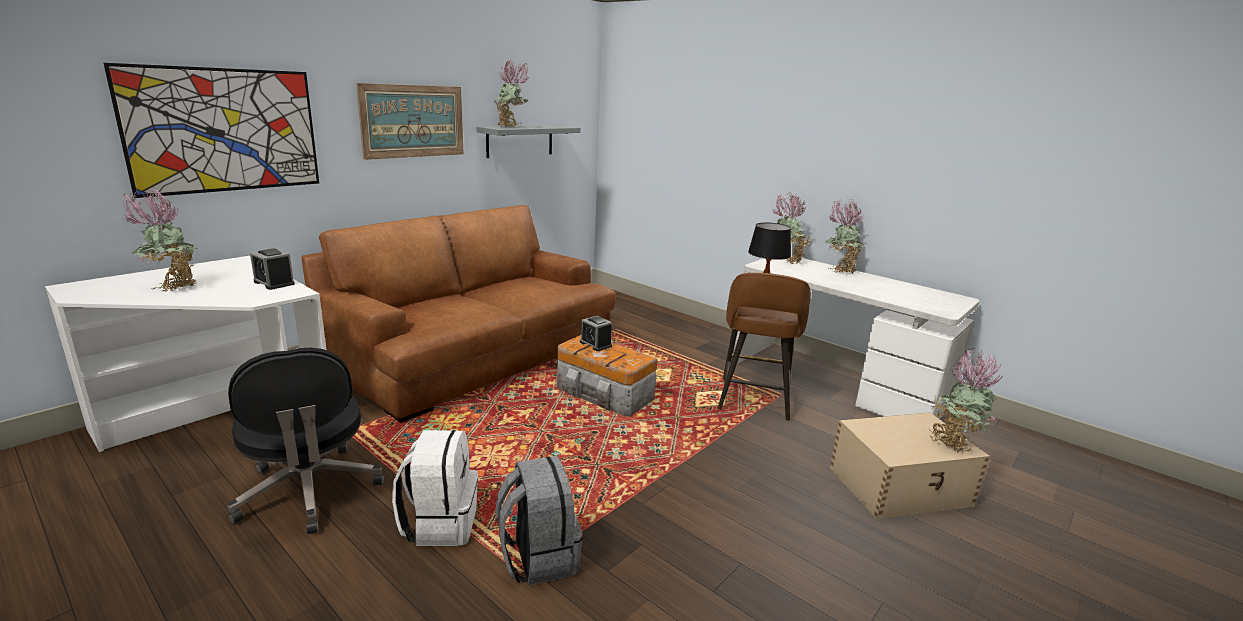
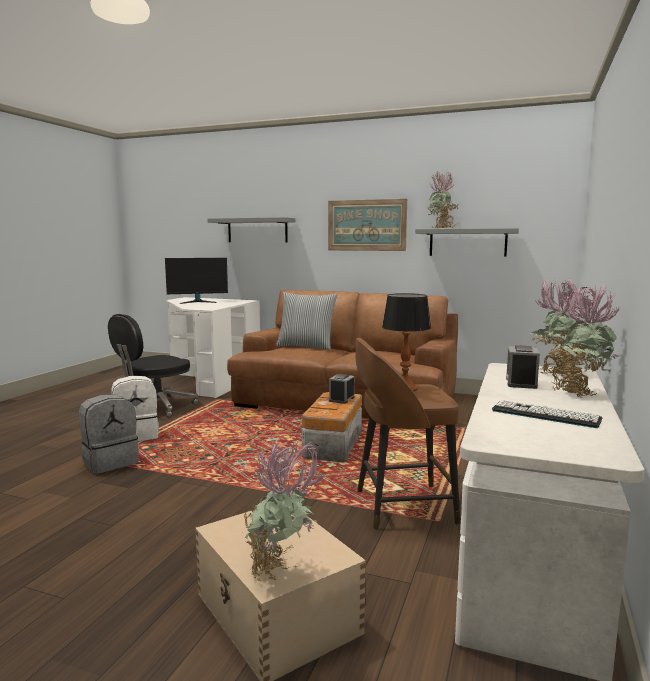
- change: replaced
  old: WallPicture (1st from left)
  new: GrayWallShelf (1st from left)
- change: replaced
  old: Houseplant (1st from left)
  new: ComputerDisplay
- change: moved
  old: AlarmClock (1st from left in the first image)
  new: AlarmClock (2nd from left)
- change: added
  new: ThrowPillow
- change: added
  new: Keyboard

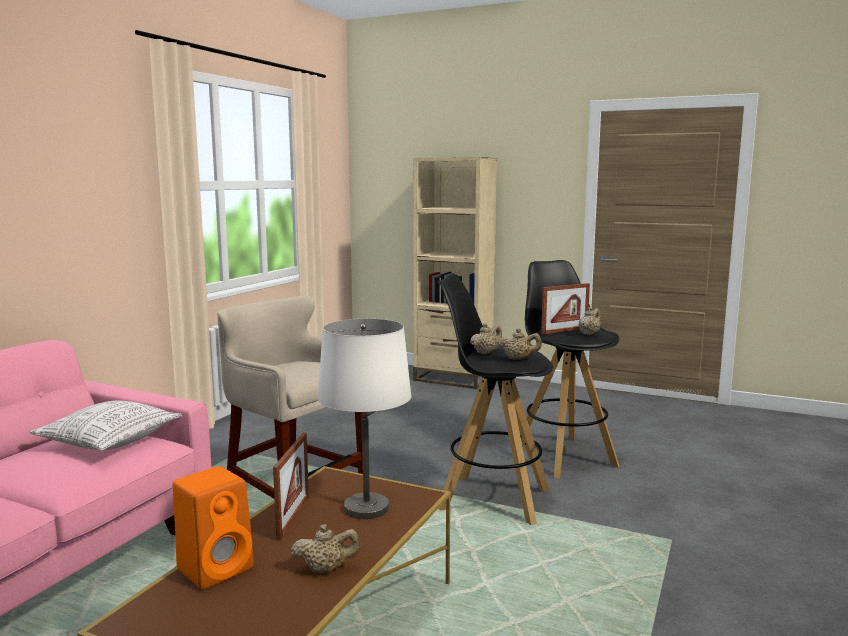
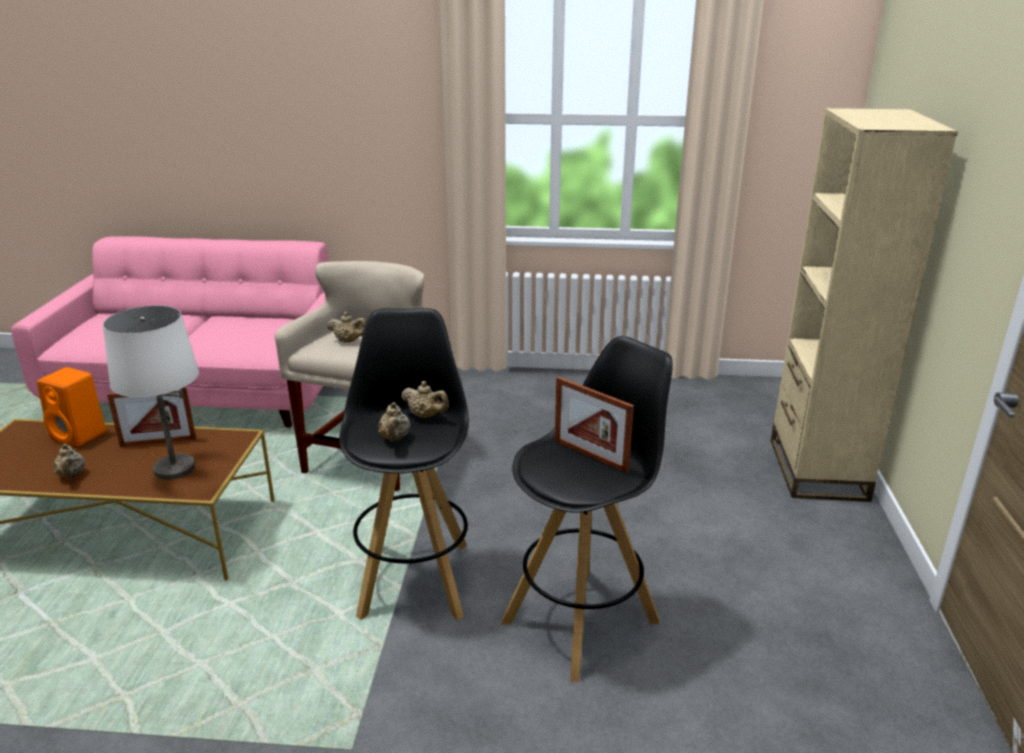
- change: moved
  old: BeigeColouredTeapot (4th from left in the first image)
  new: BeigeColouredTeapot (2nd from left)
- change: removed
  old: ThrowPillow

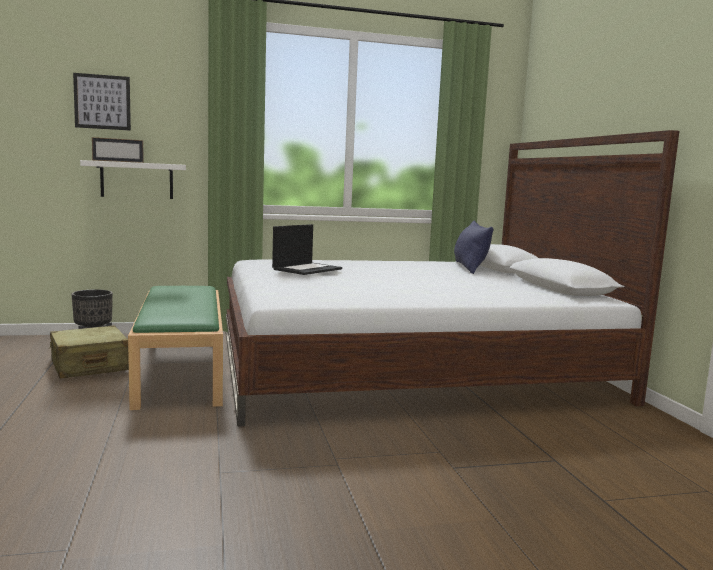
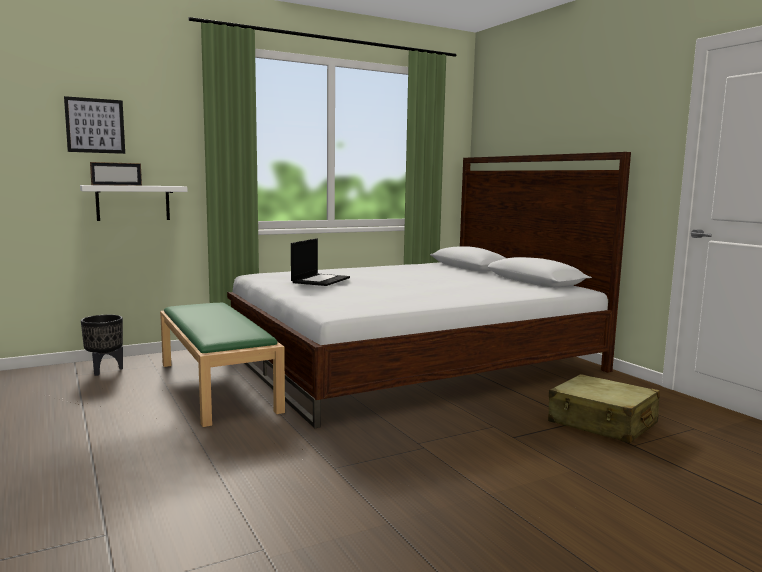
- change: removed
  old: BlueThrowPillow
- change: moved
  old: BeigeColouredTravelCase

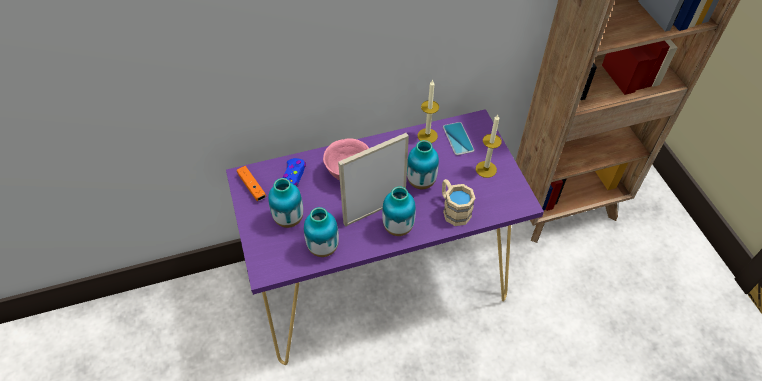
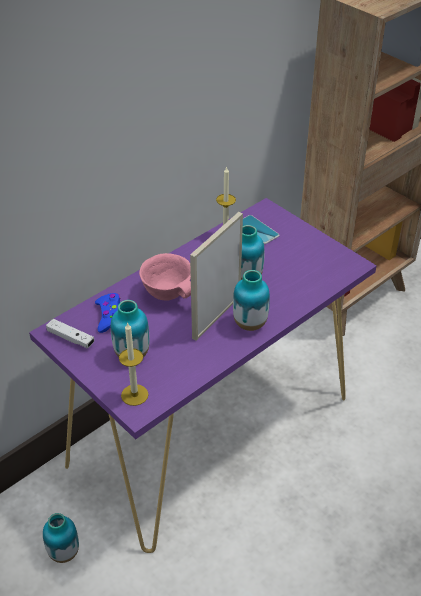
- change: moved
  old: WaxLight (2nd from left in the first image)
  new: WaxLight (1st from left)
- change: recoloured
  old: OrangeyGamepad
  new: WhiteGamepad
- change: removed
  old: BeigeColouredCoffeeMug
- change: moved
  old: Vase (2nd from left in the first image)
  new: Vase (1st from left)

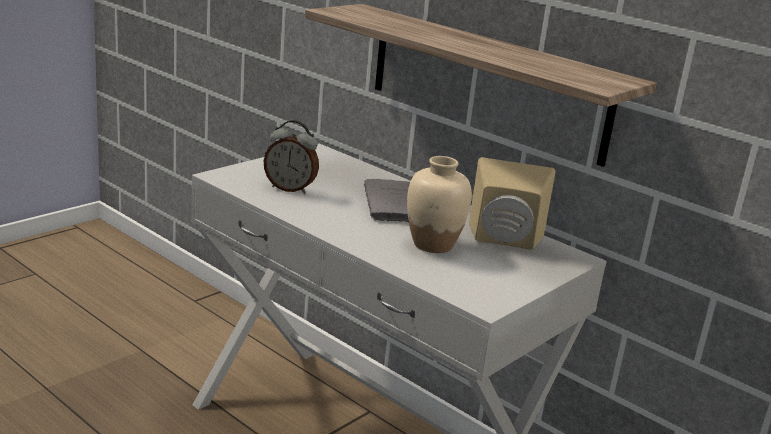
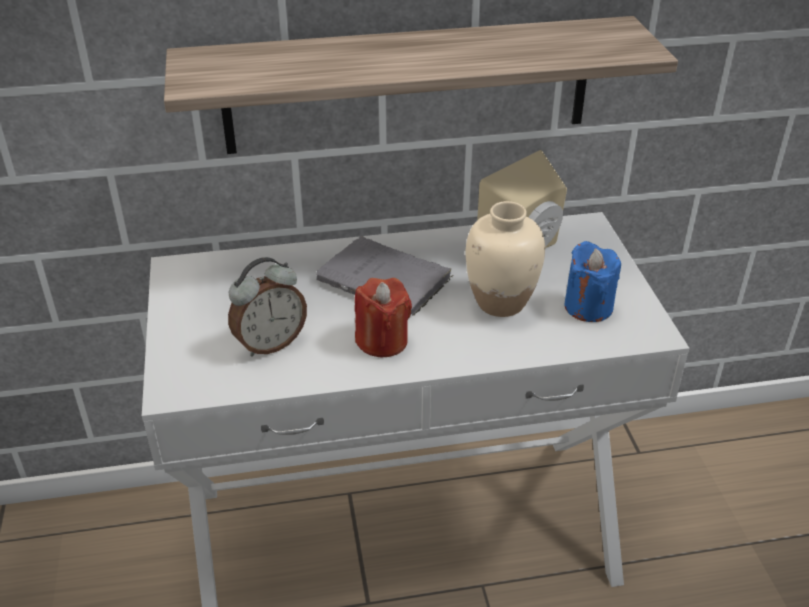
- change: added
  new: BlueWaxLight
- change: added
  new: ReddishWaxLight

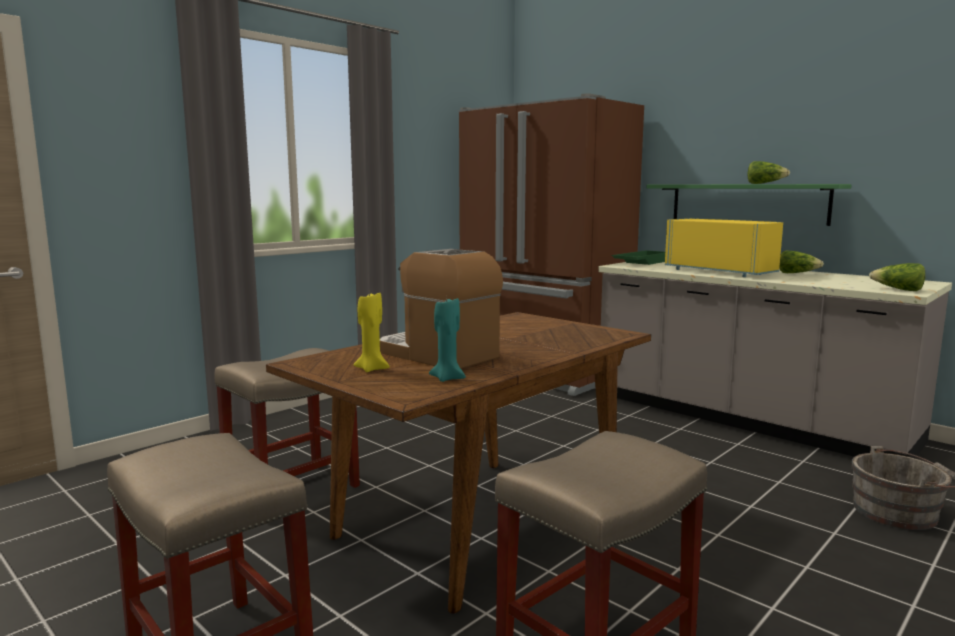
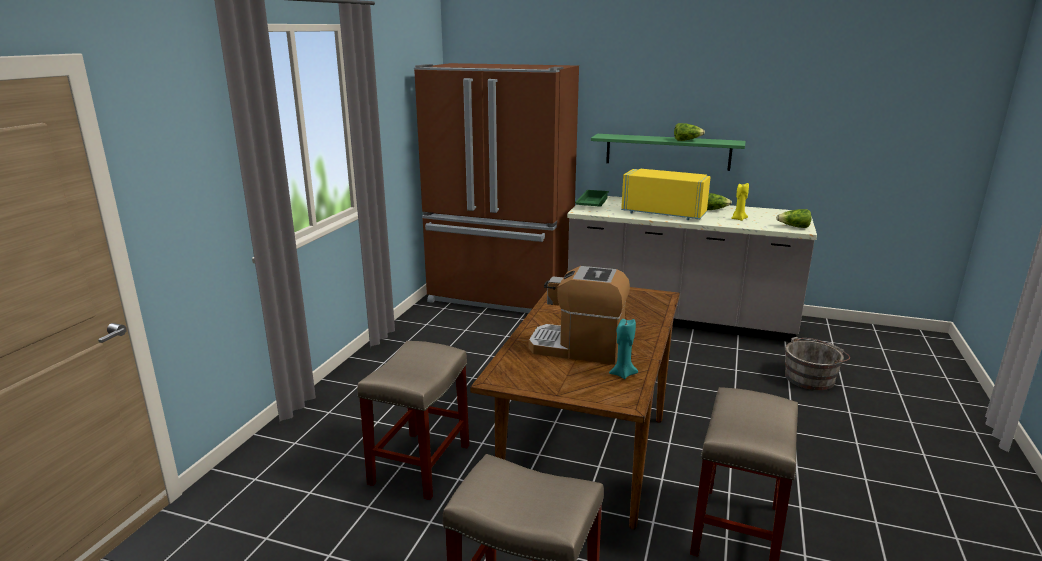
- change: moved
  old: YellowWaxLight

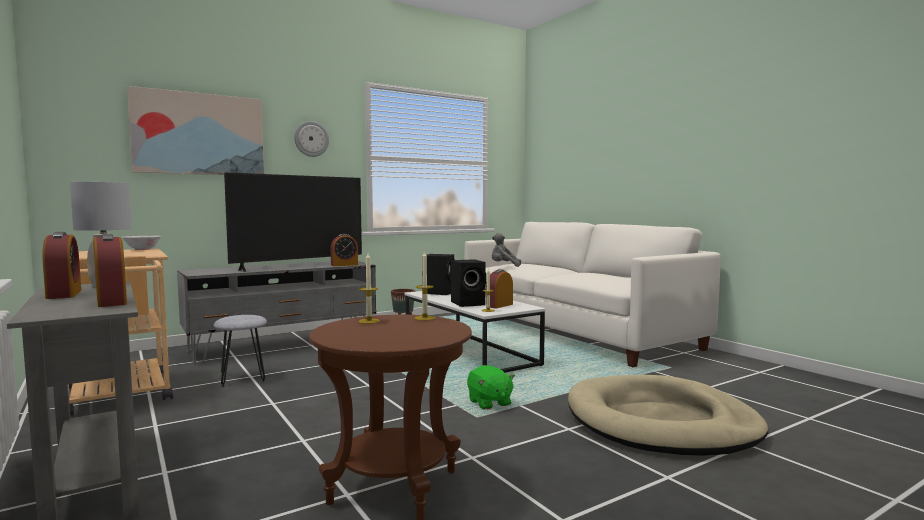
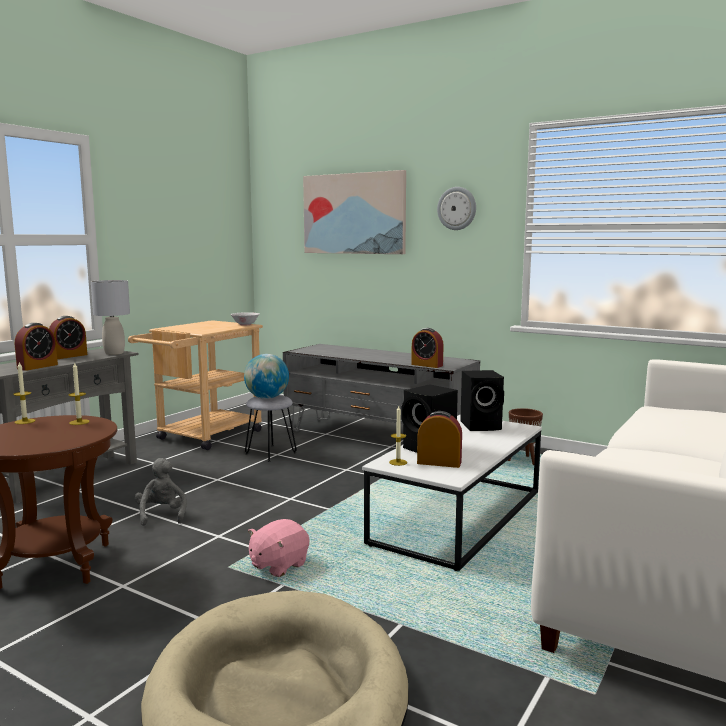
- change: removed
  old: Tv
- change: moved
  old: GraySoftToy
- change: moved
  old: WaxLight (2nd from left in the first image)
  new: WaxLight (1st from left)
- change: recoloured
  old: GreenishSoftToy
  new: PinkColouredSoftToy
- change: added
  new: DeskGlobe

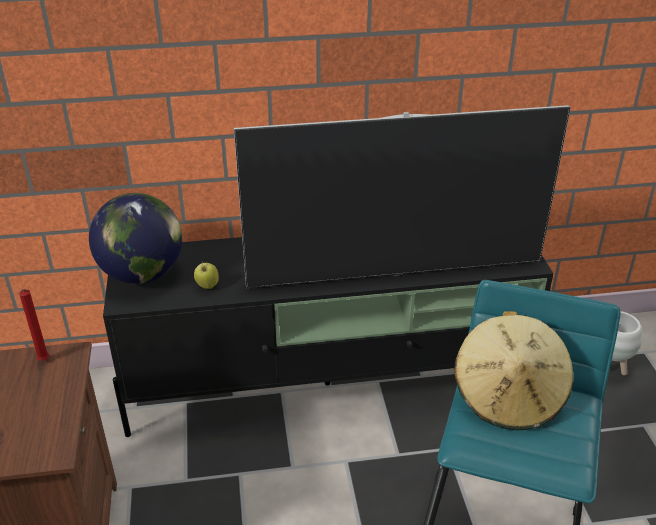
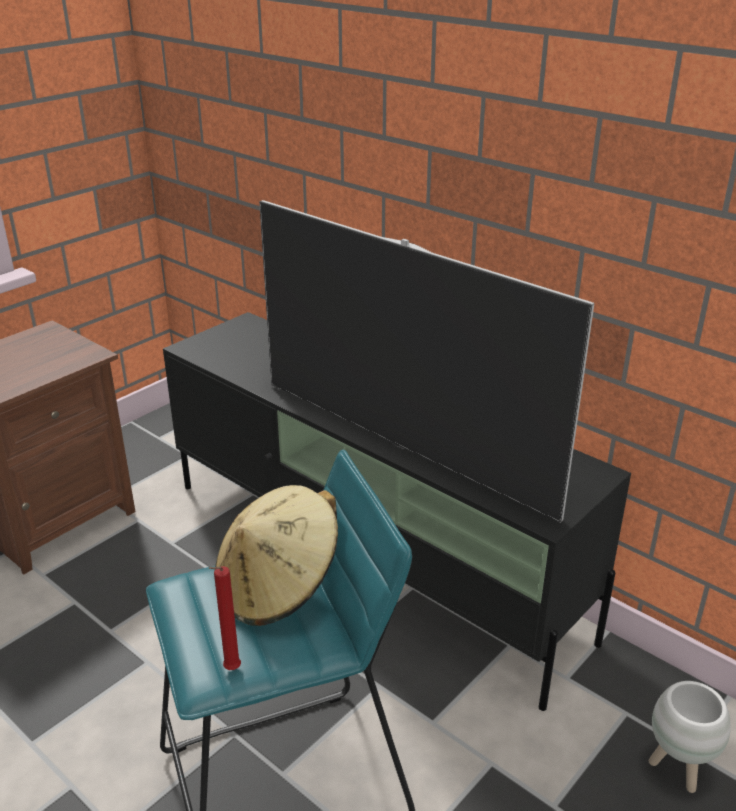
- change: removed
  old: DeskGlobe
- change: removed
  old: WholeApple
- change: moved
  old: ReddishWaxLight

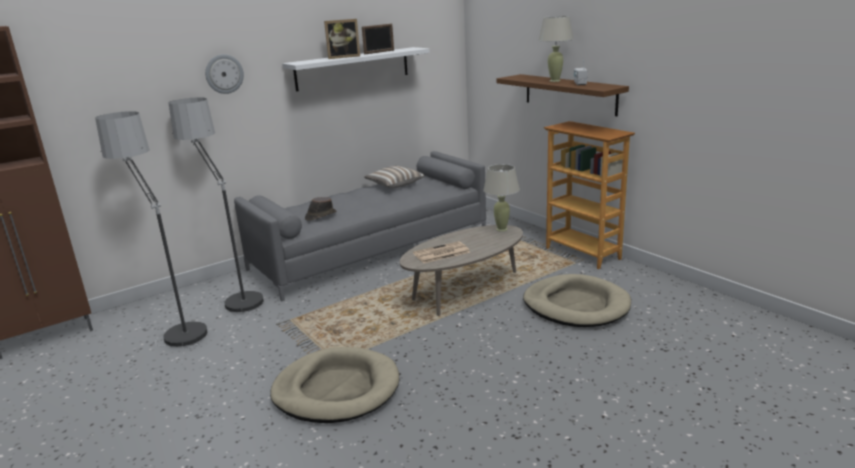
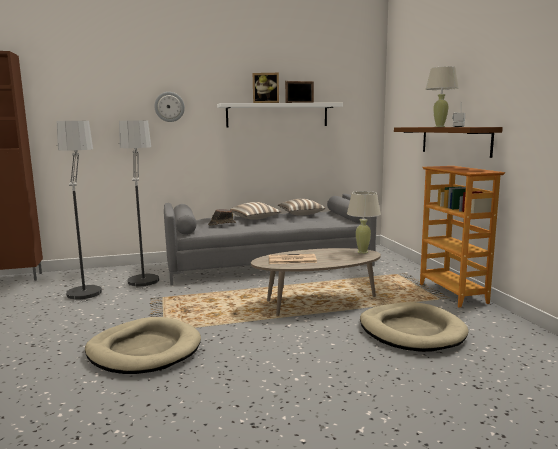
- change: added
  new: ThrowPillow (1st from left)

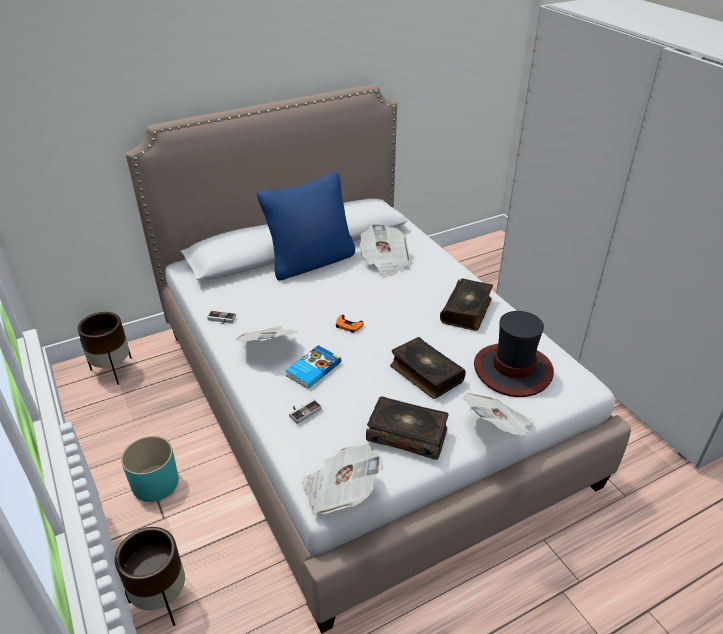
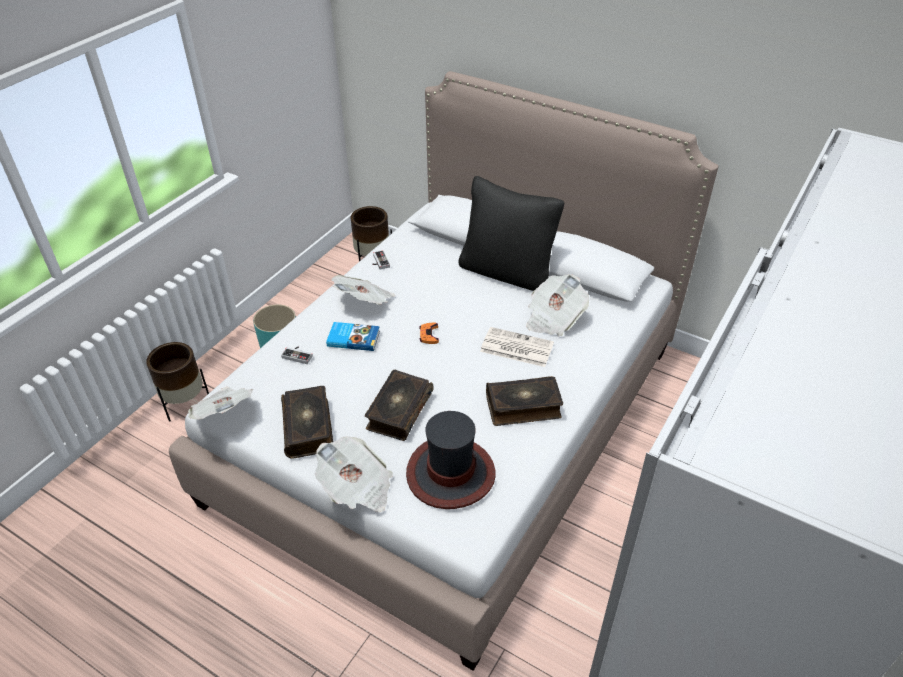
- change: recoloured
  old: BlueThrowPillow
  new: BlackThrowPillow
- change: added
  new: DailyPaper (4th from left)

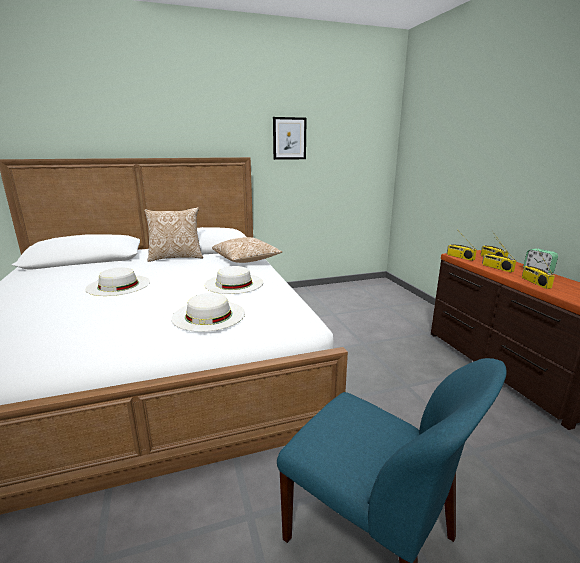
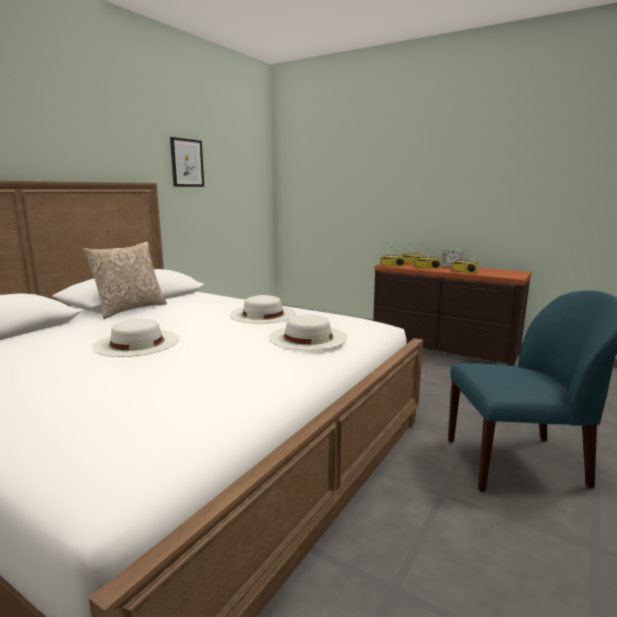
- change: removed
  old: ThrowPillow (2nd from left)

